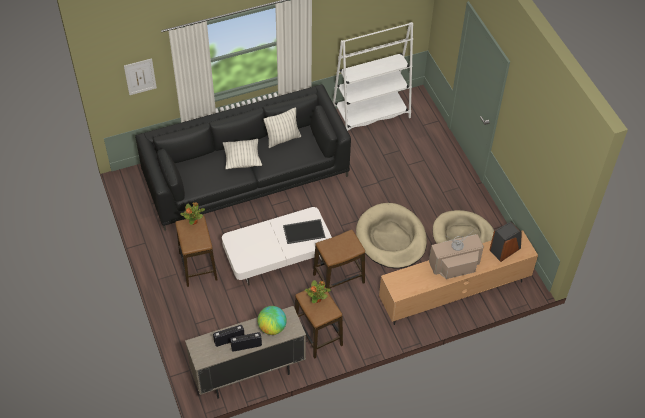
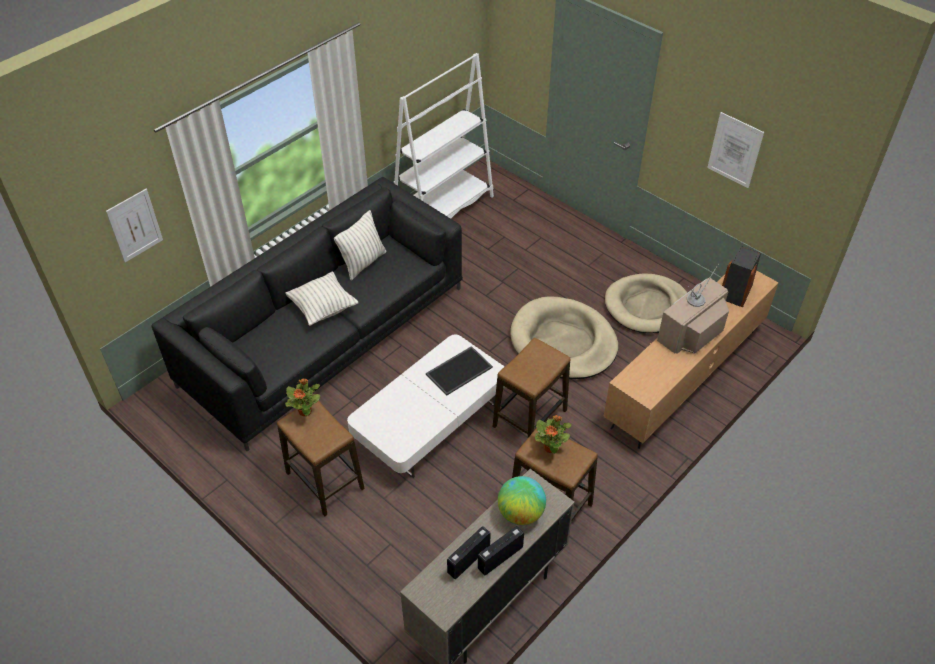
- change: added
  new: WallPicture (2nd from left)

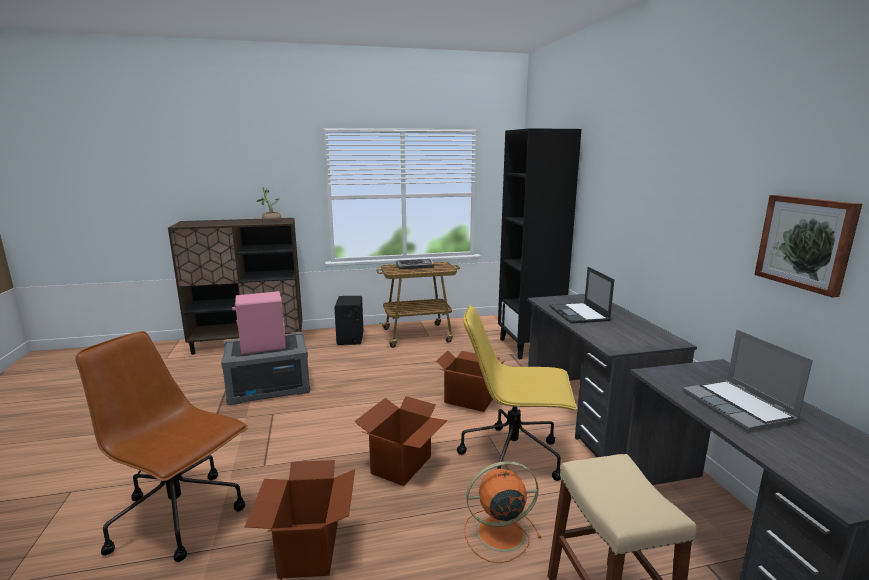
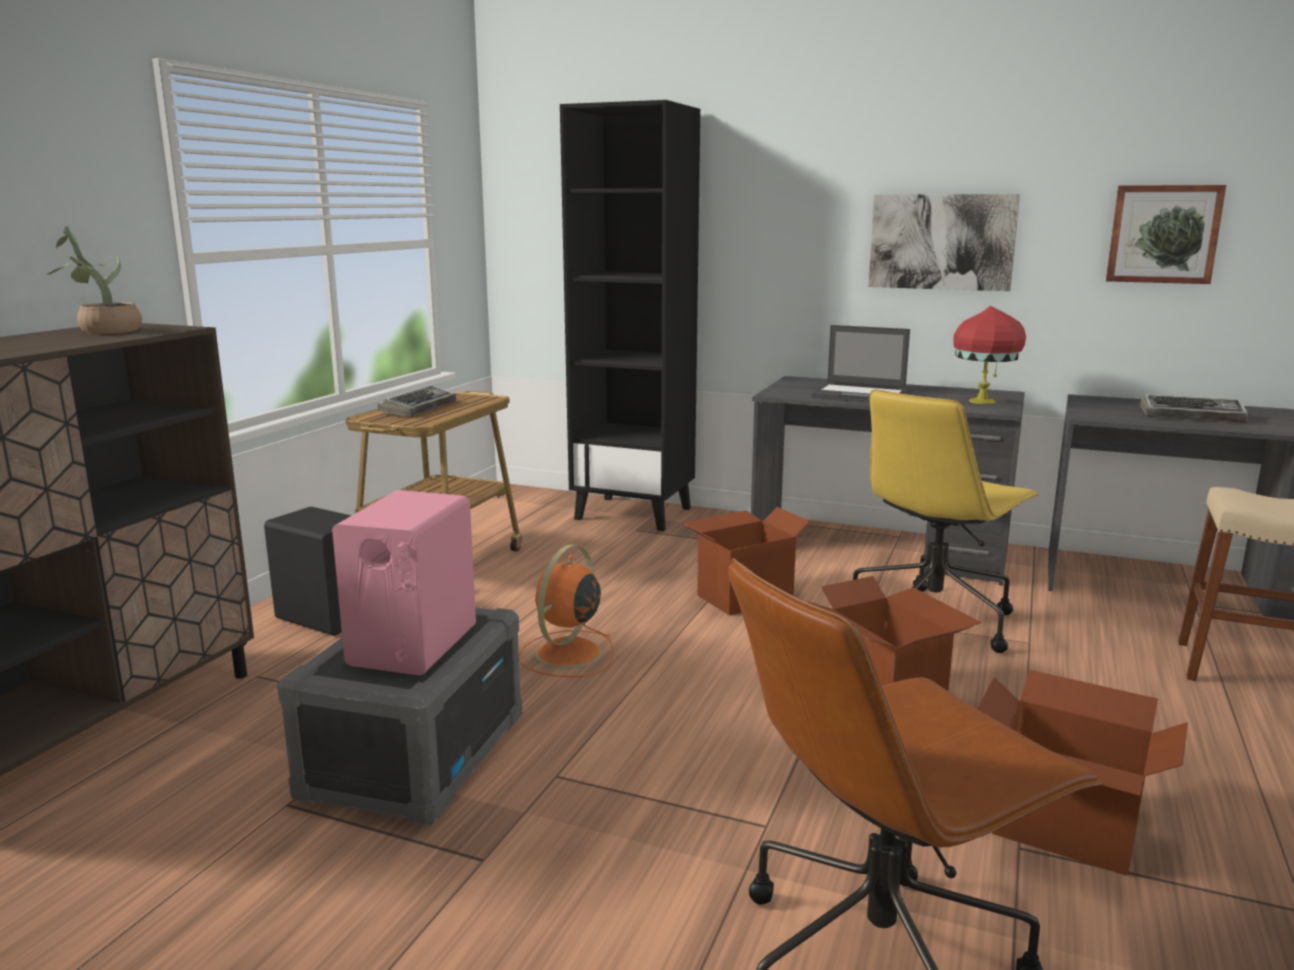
- change: replaced
  old: PortableComputer (2nd from left)
  new: Keyboard (2nd from left)
- change: moved
  old: OrangeyCoolingFan
- change: added
  new: WallPicture (1st from left)
- change: added
  new: ReddishTabletopLamp

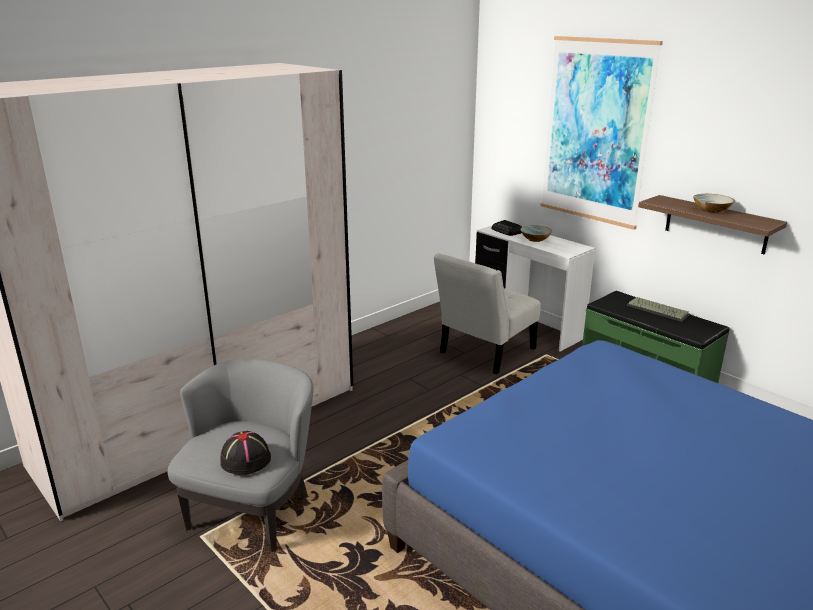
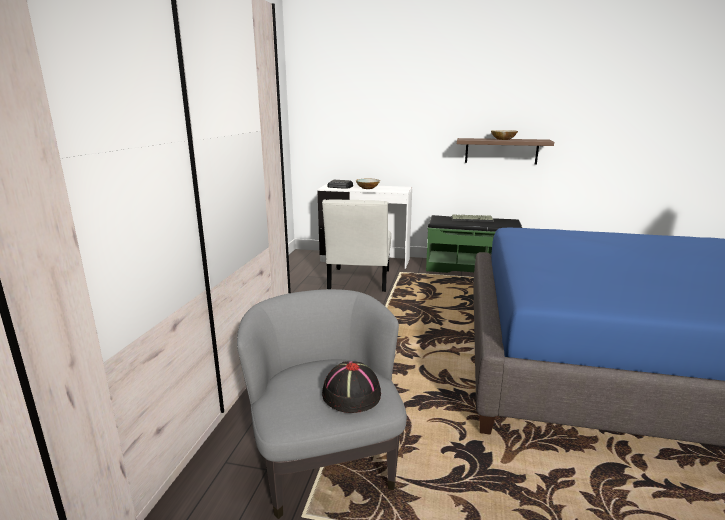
- change: removed
  old: WallPicture

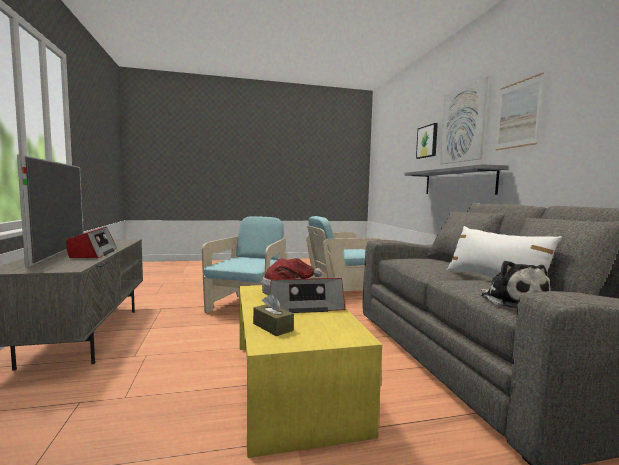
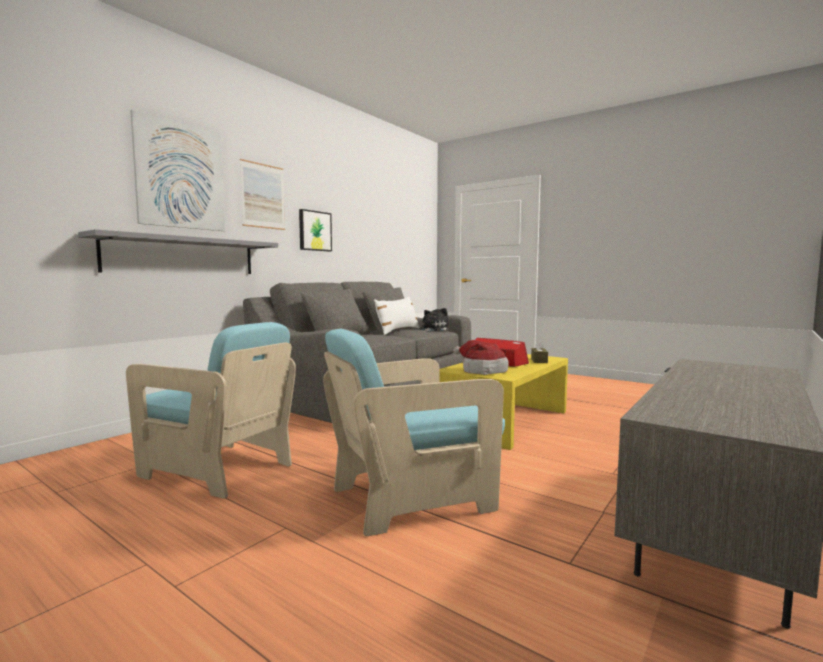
- change: moved
  old: WallPicture (1st from left in the first image)
  new: WallPicture (3rd from left)
- change: removed
  old: Tv
- change: removed
  old: Radio (1st from left)

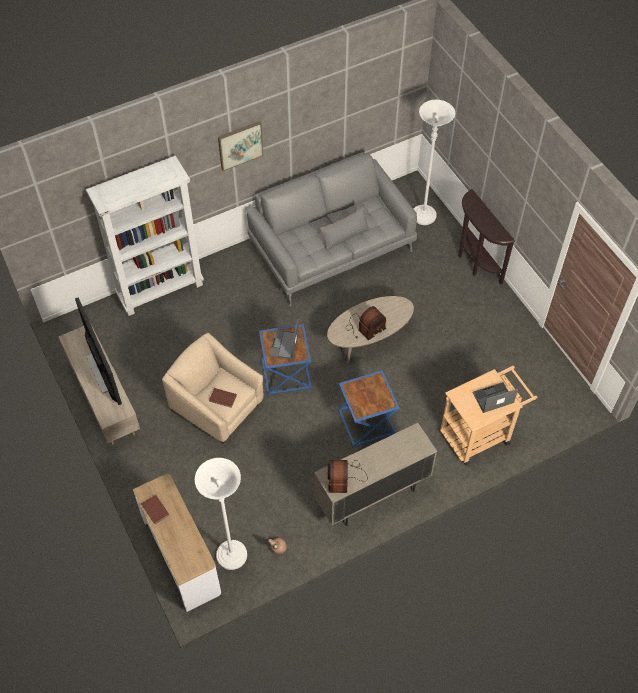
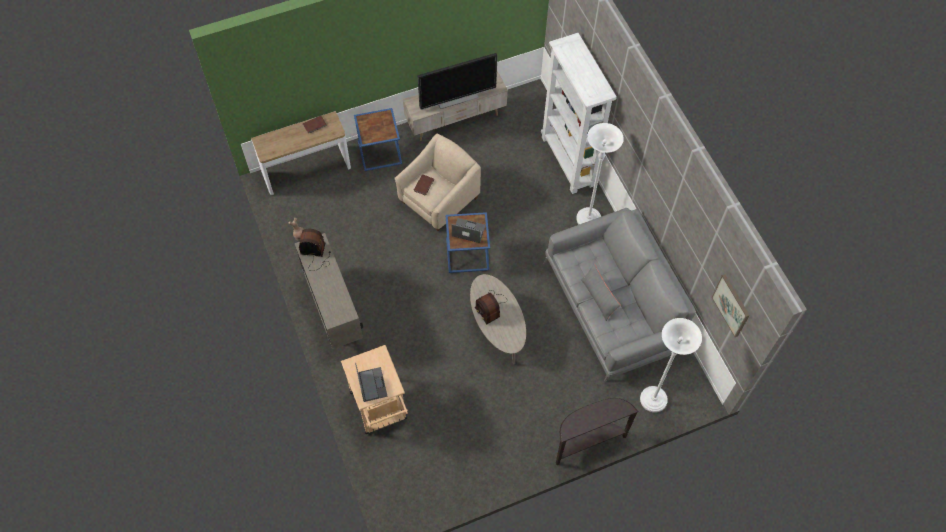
- change: moved
  old: WallPicture
- change: moved
  old: BlueSideTable (2nd from left in the first image)
  new: BlueSideTable (1st from left)
- change: moved
  old: WhiteStandingLamp (1st from left)

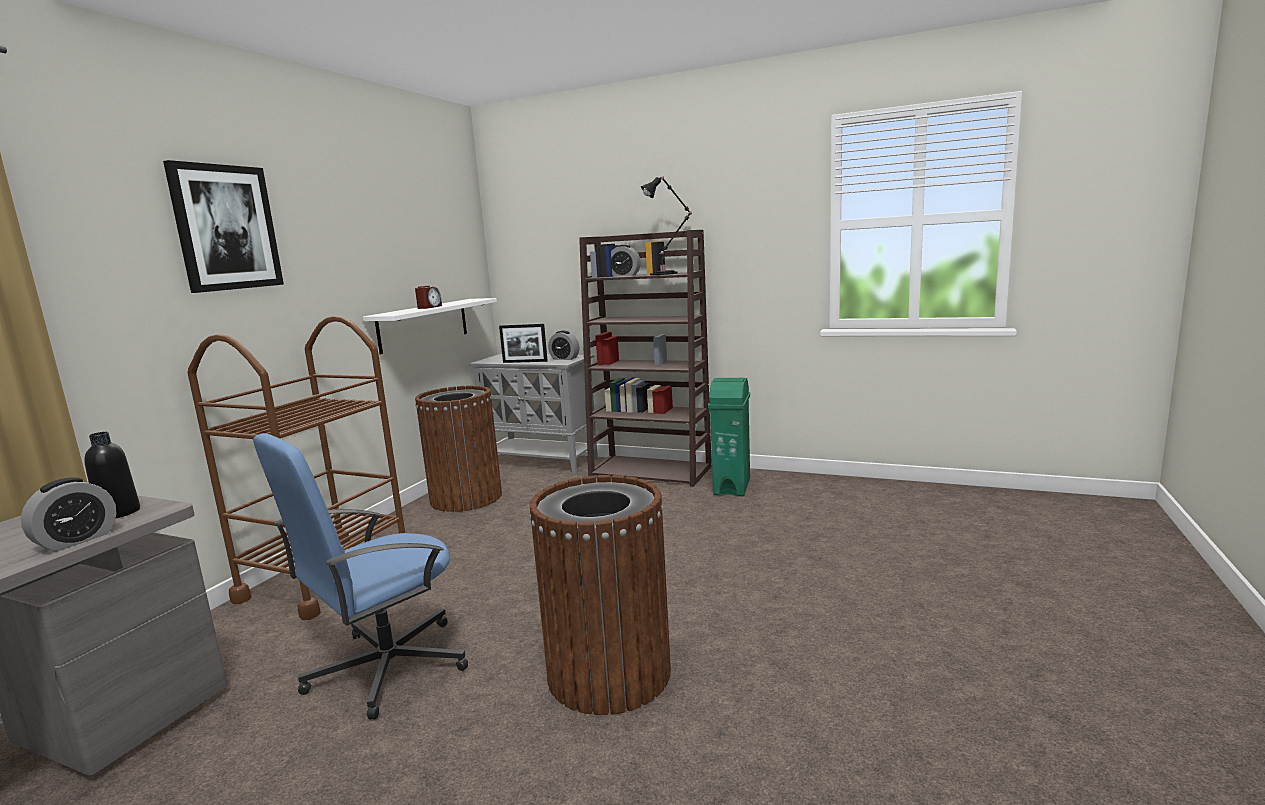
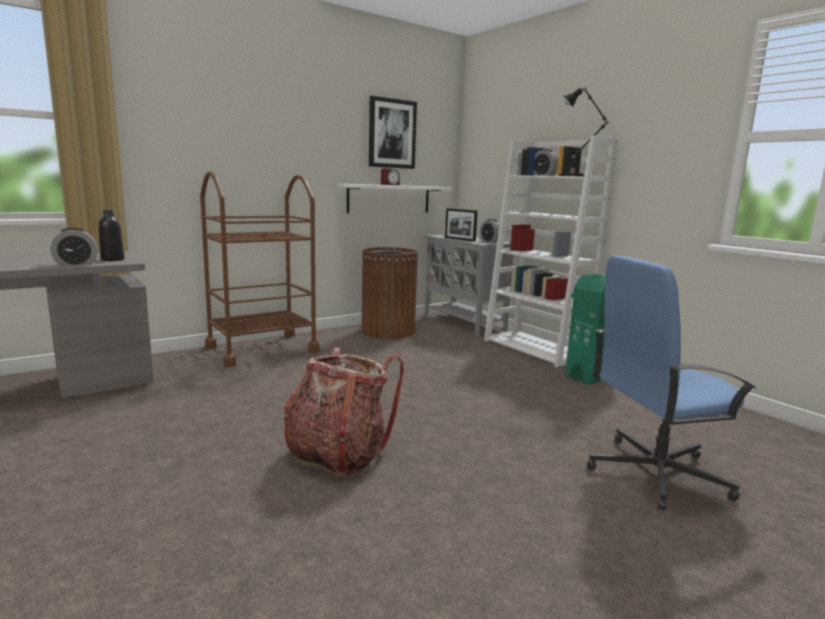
- change: moved
  old: WallPicture
- change: recoloured
  old: BrownShelvingUnit
  new: WhiteShelvingUnit
- change: moved
  old: BlueComputerChair
- change: replaced
  old: BrownWasteBin (2nd from left)
  new: Backpack

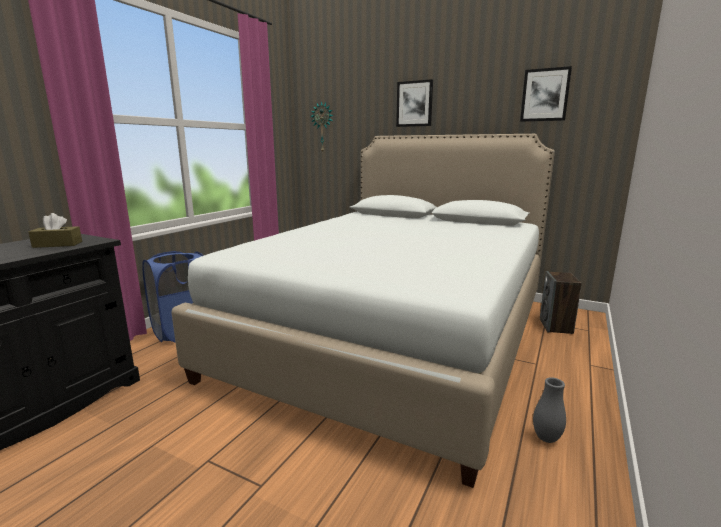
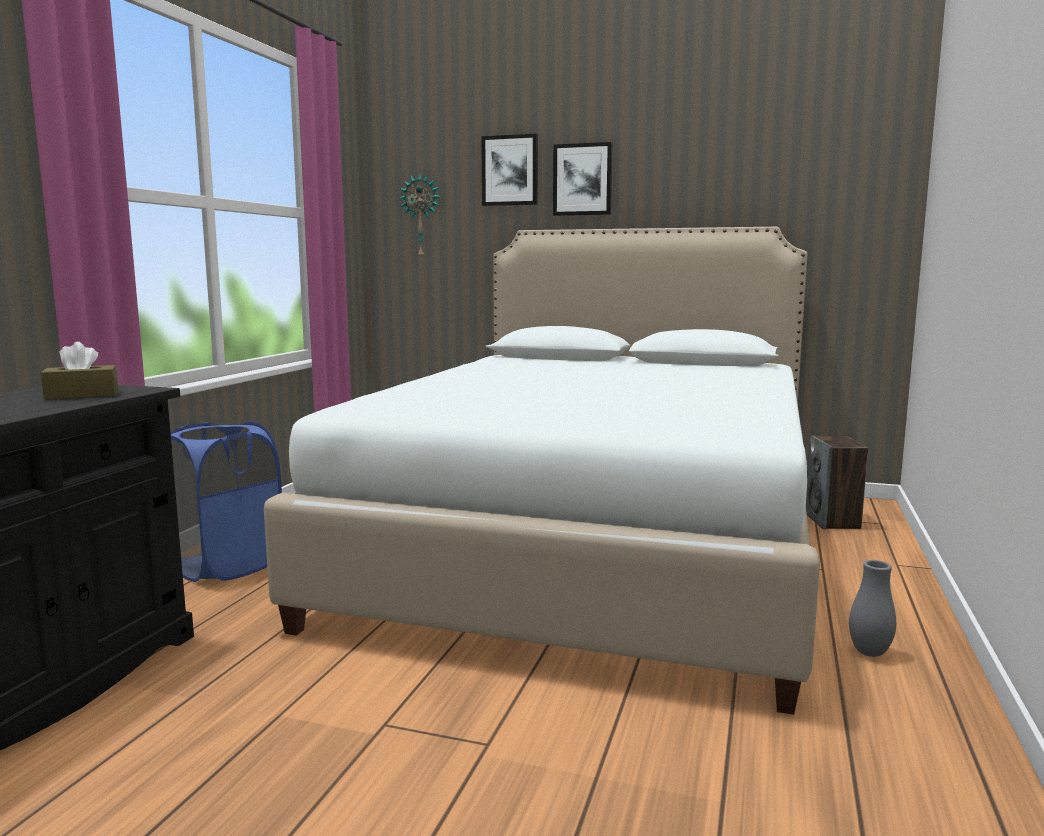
- change: moved
  old: WallPicture (2nd from left in the first image)
  new: WallPicture (1st from left)

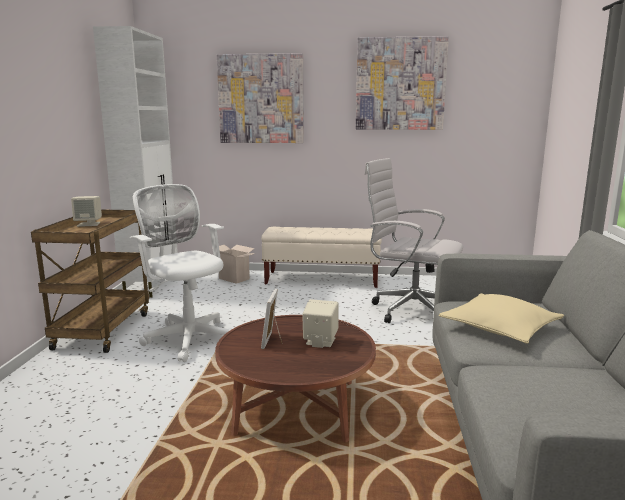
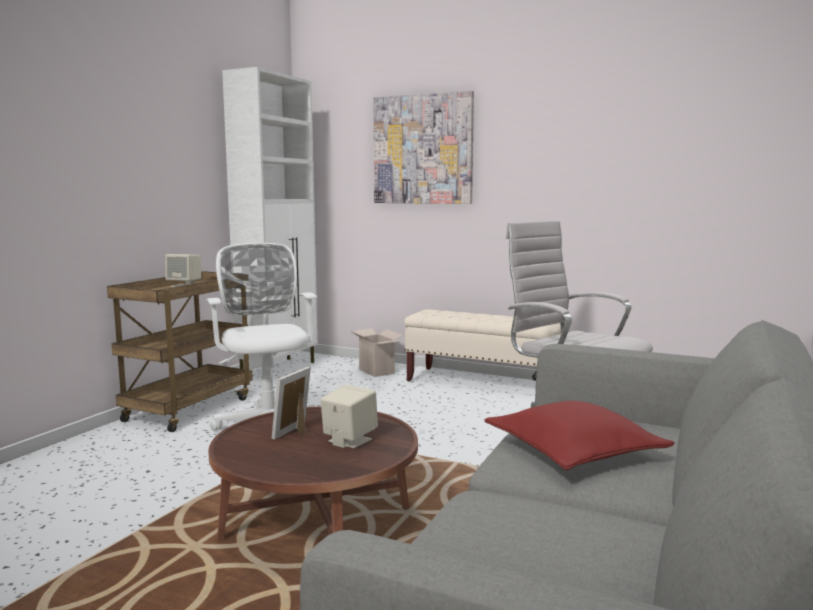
- change: removed
  old: WallPicture (2nd from left)
- change: recoloured
  old: BeigeColouredThrowPillow
  new: ReddishThrowPillow

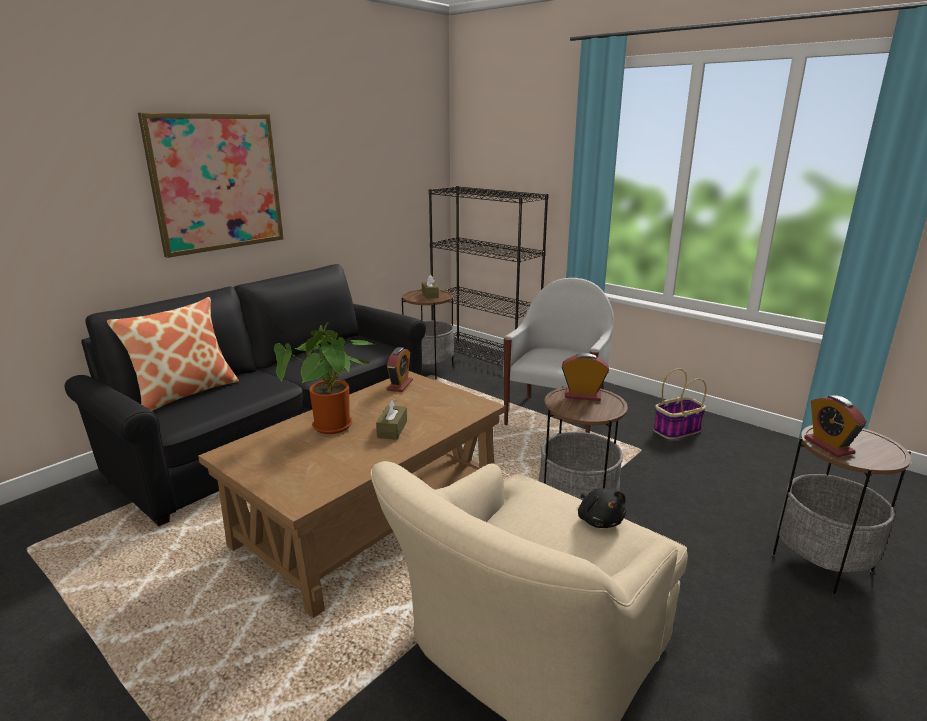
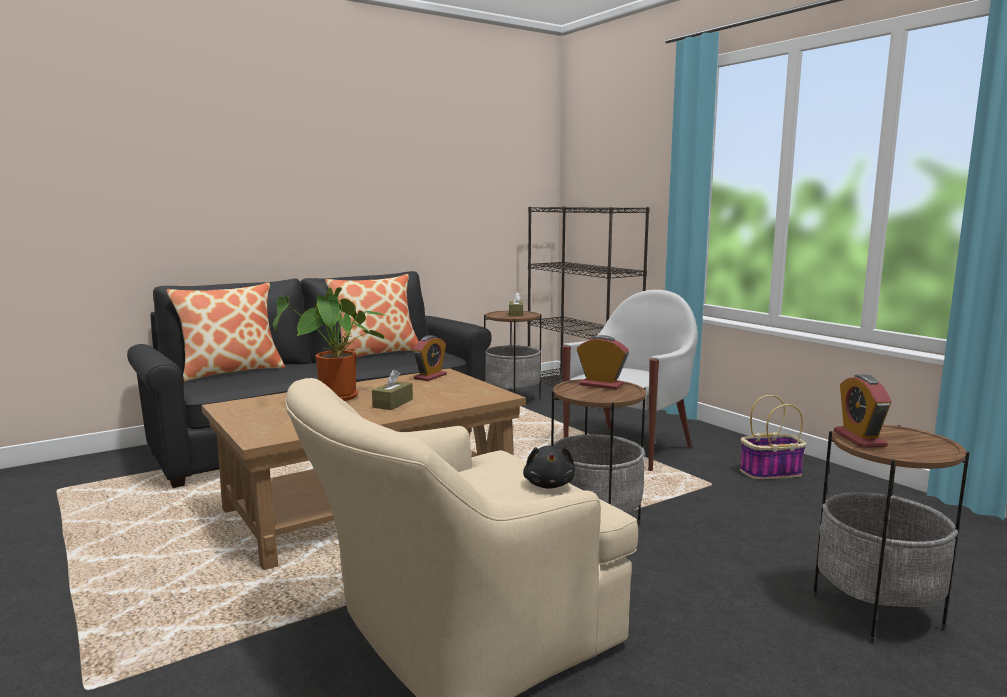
- change: removed
  old: WallPicture
- change: added
  new: ThrowPillow (2nd from left)

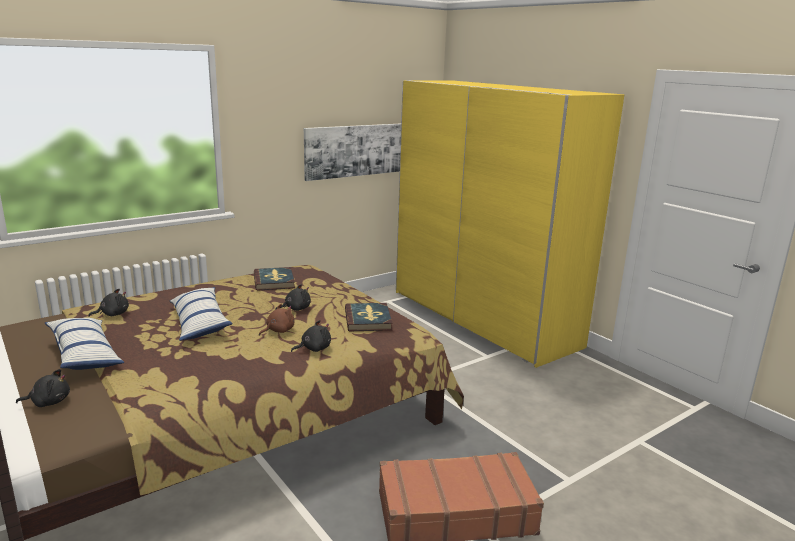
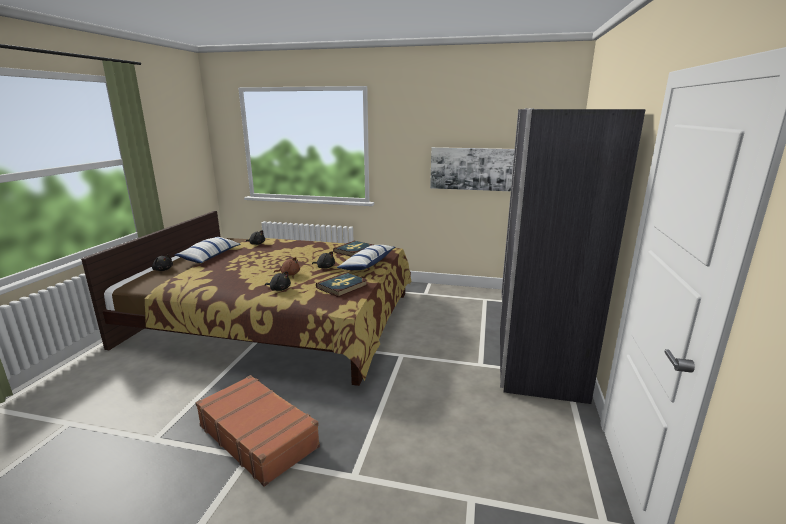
- change: recoloured
  old: YellowWardrobe
  new: GrayWardrobe
- change: moved
  old: ThrowPillow (2nd from left)

